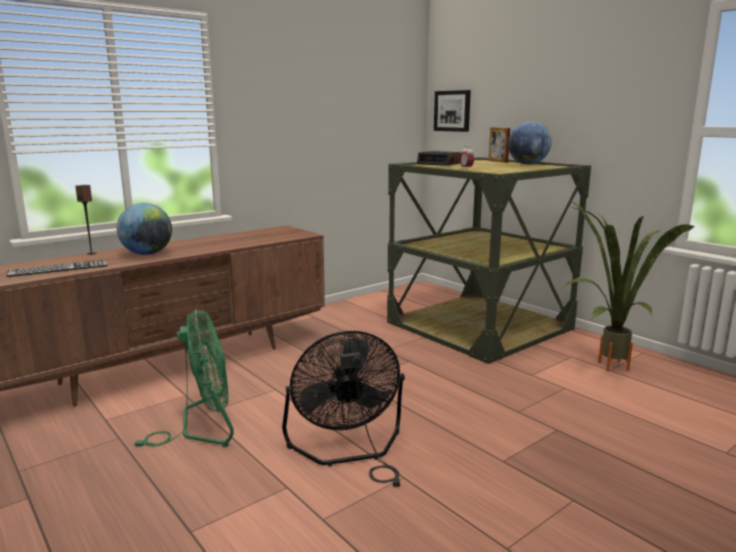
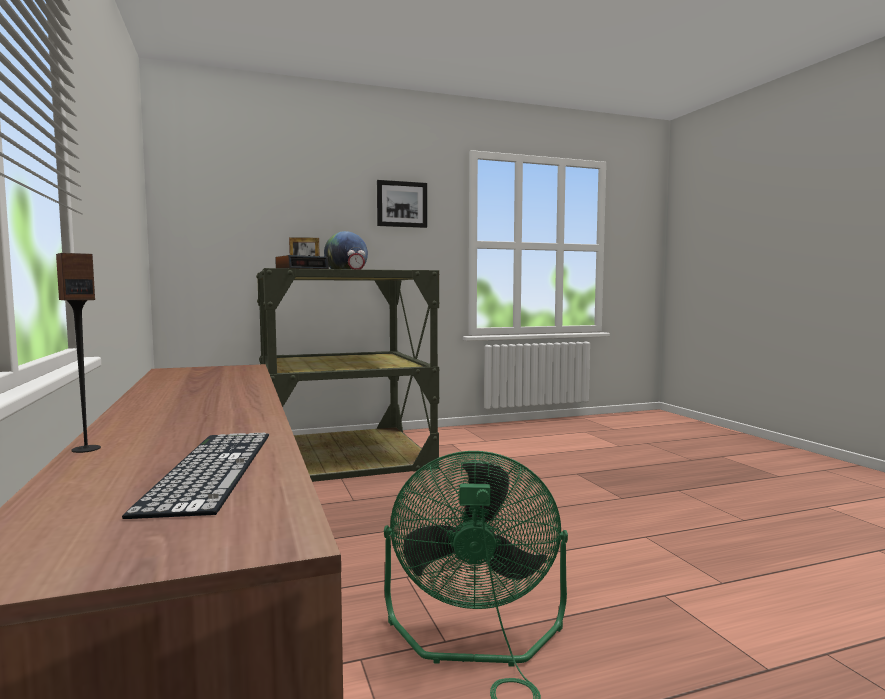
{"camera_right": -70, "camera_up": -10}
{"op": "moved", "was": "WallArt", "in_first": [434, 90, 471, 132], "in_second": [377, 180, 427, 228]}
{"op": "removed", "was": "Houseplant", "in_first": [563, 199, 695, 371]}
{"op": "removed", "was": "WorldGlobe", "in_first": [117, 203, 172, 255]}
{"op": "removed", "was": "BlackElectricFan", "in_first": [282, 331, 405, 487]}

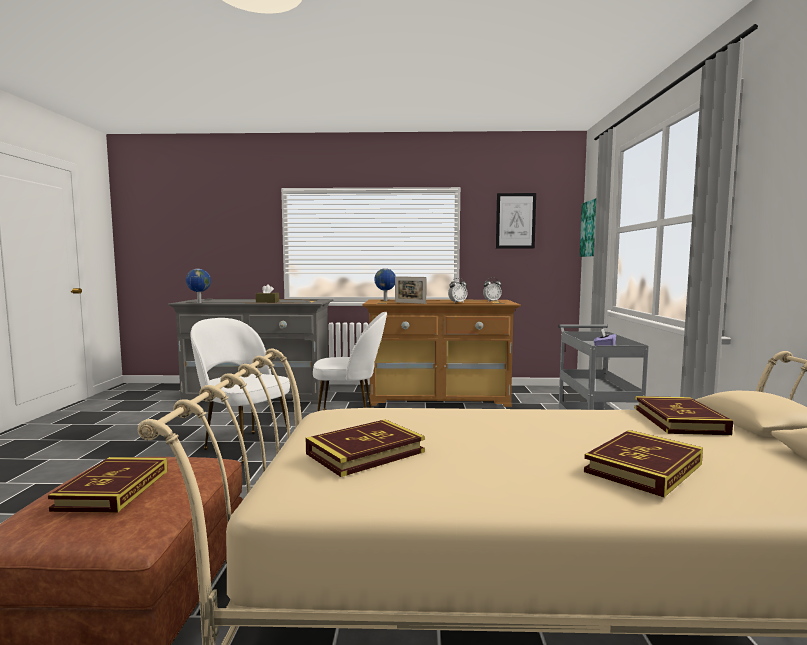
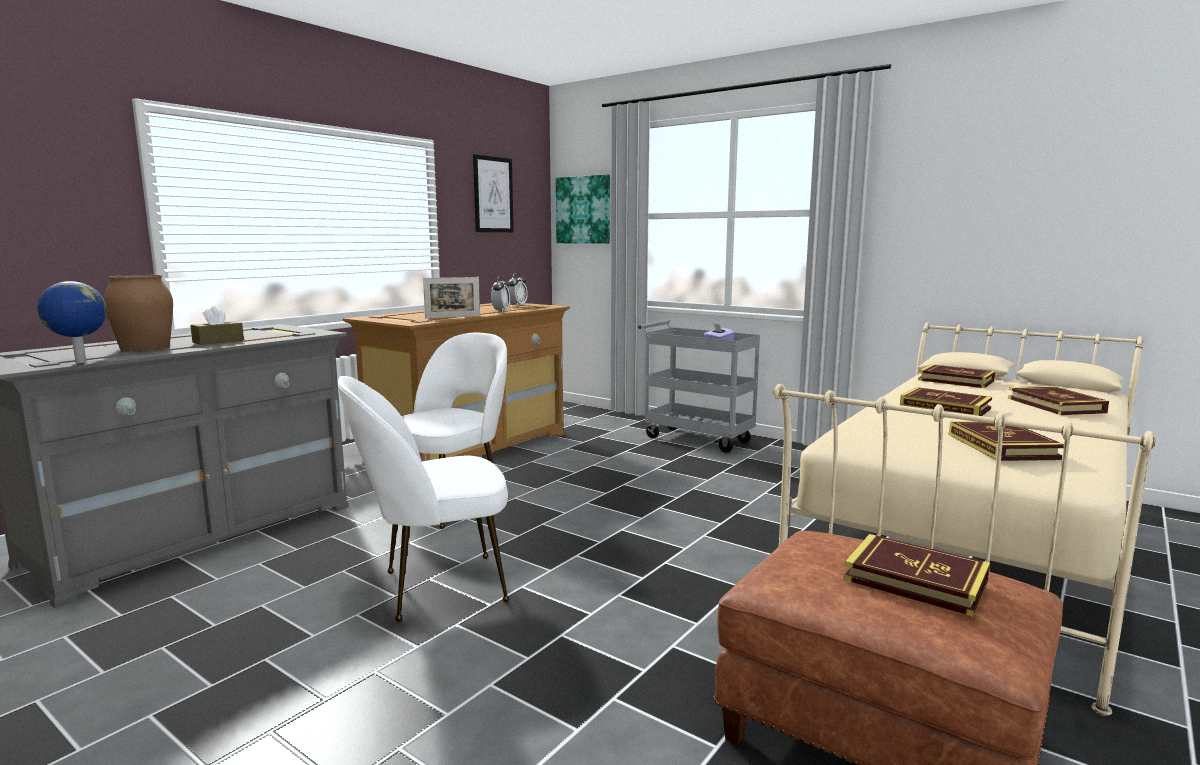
{"camera_right": -55, "camera_up": 5}
{"op": "removed", "was": "WorldGlobe", "in_first": [374, 268, 395, 301]}
{"op": "added", "now": "BrownFlowerVase", "in_second": [104, 275, 173, 351]}
{"op": "added", "now": "Book", "in_second": [900, 387, 992, 416]}

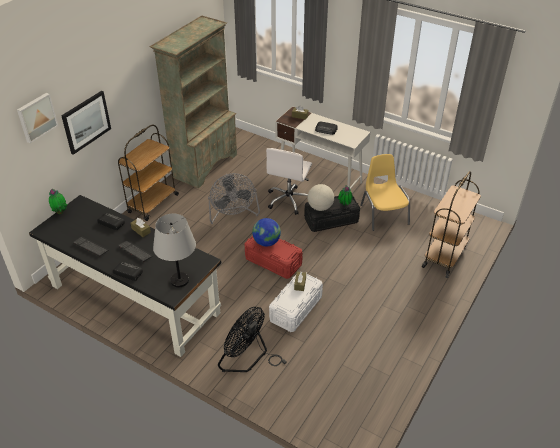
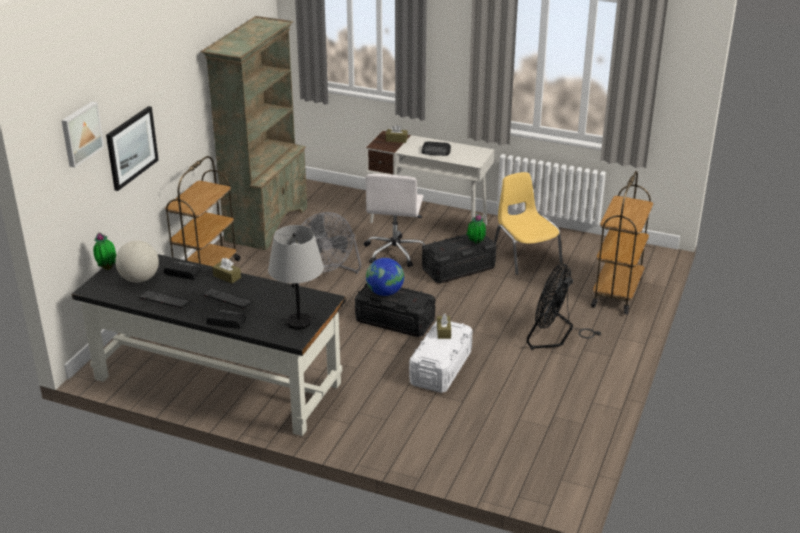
{"camera_right": -10, "camera_up": -10}
{"op": "moved", "was": "WorldGlobe", "in_first": [308, 184, 334, 211], "in_second": [115, 241, 159, 283]}
{"op": "recoloured", "was": "RedColouredStorageBin", "now": "BlackStorageBin", "in_first": [244, 235, 303, 279], "in_second": [355, 283, 435, 337]}
{"op": "moved", "was": "BlackElectricFan", "in_first": [218, 307, 287, 372], "in_second": [527, 264, 601, 350]}

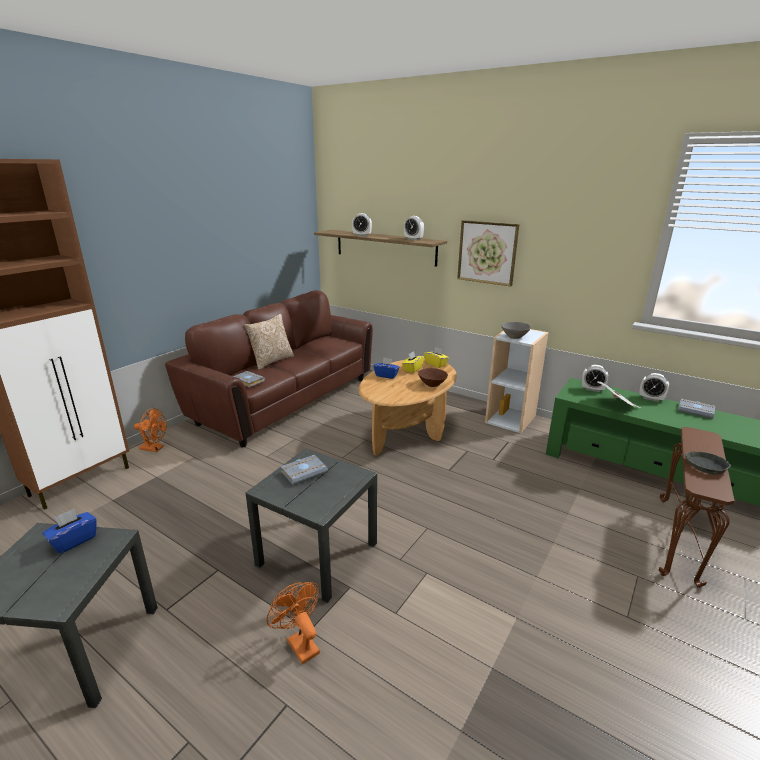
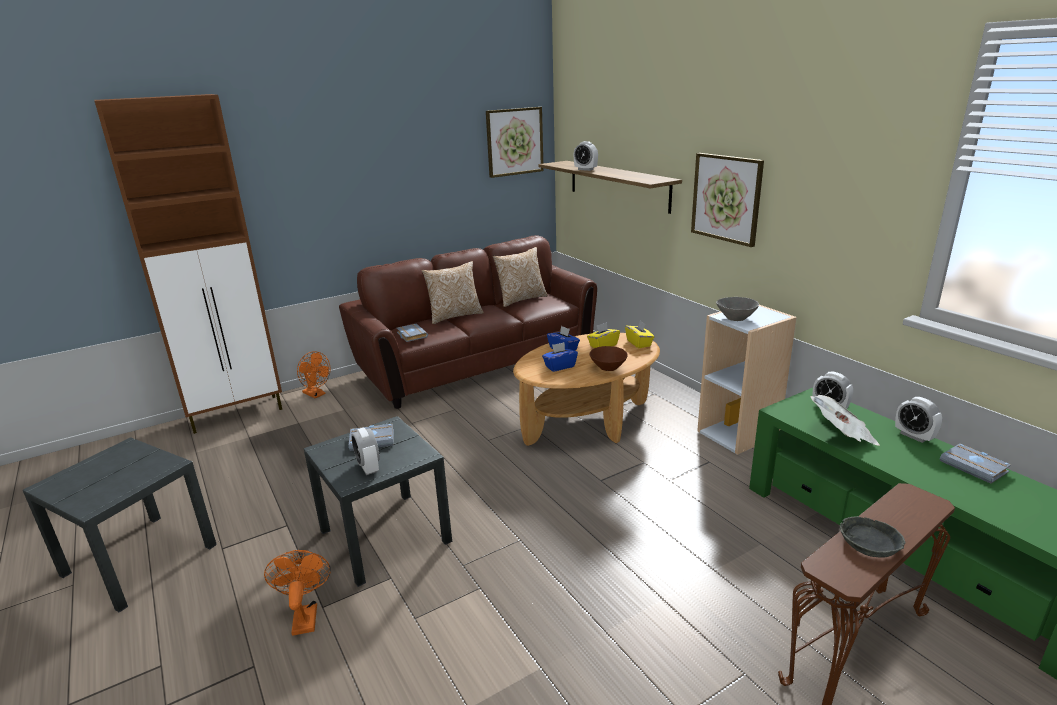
{"camera_right": 25, "camera_up": 0}
{"op": "moved", "was": "BedsideClock", "in_first": [404, 216, 424, 240], "in_second": [351, 428, 380, 475]}
{"op": "moved", "was": "BluishTissueHolder", "in_first": [42, 508, 97, 554], "in_second": [542, 342, 578, 372]}
{"op": "added", "now": "WallArt", "in_second": [486, 107, 544, 178]}
{"op": "added", "now": "ThrowPillow", "in_second": [493, 247, 548, 307]}

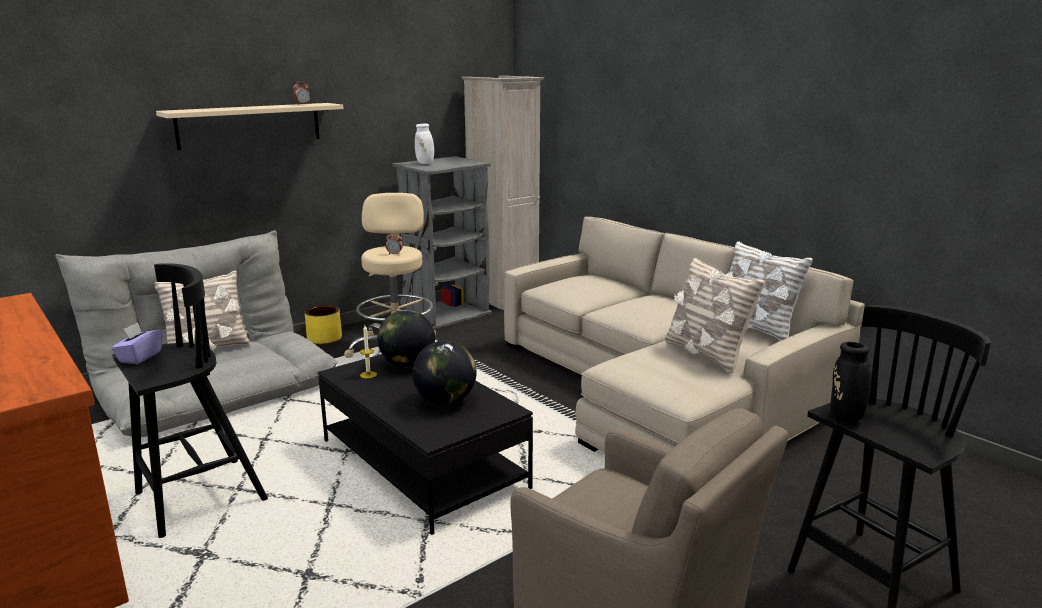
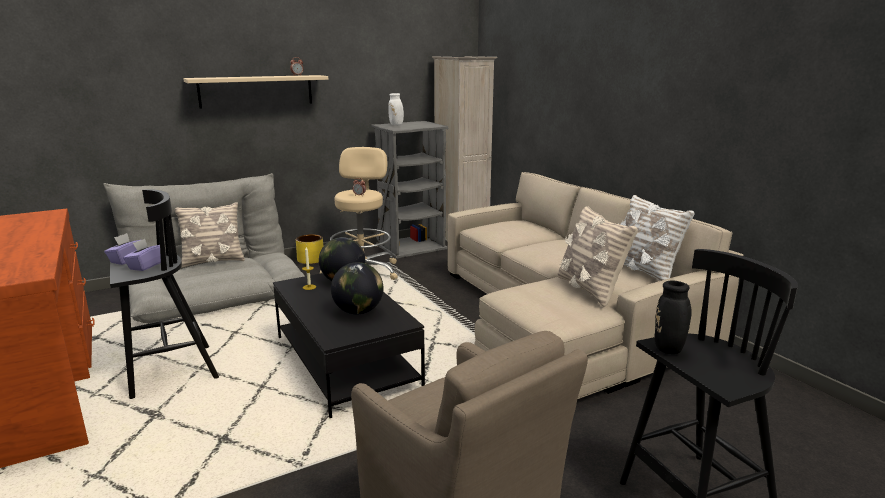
{"camera_right": 10, "camera_up": 0}
{"op": "added", "now": "PurplishTissueHolder", "in_second": [123, 239, 161, 271]}

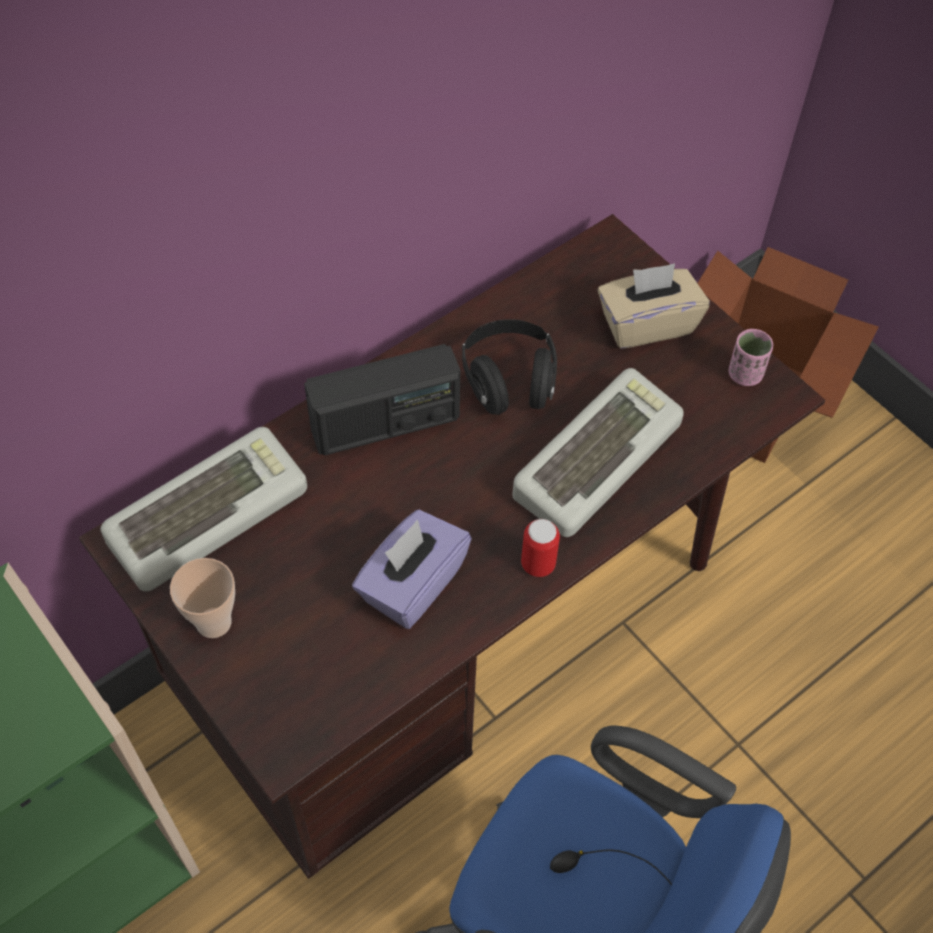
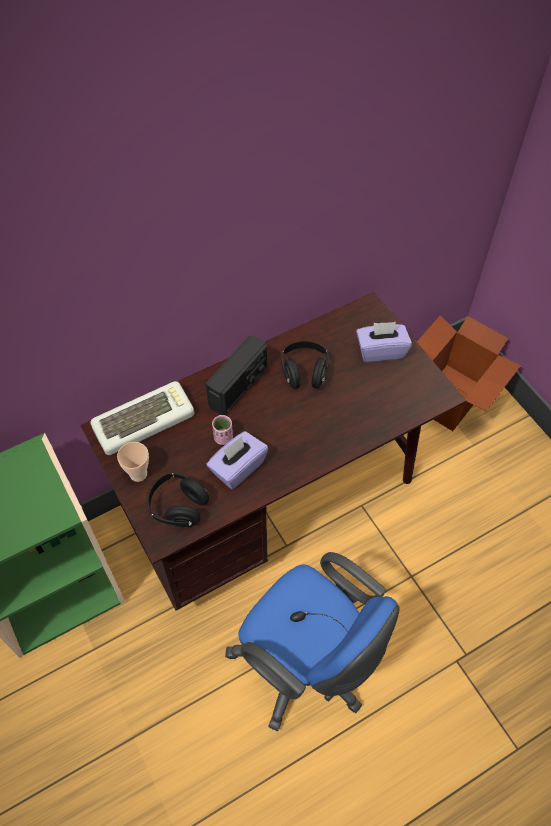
{"camera_right": 10, "camera_up": 0}
{"op": "recoloured", "was": "BeigeColouredTissueHolder", "now": "PurplishTissueHolder", "in_first": [598, 263, 710, 349], "in_second": [356, 322, 412, 362]}
{"op": "moved", "was": "PinkColouredSmallCup", "in_first": [729, 329, 773, 386], "in_second": [212, 415, 233, 445]}
{"op": "turned", "was": "RadioReceiver", "in_first": [304, 344, 460, 455], "in_second": [205, 335, 267, 415], "clockwise": -45}
{"op": "removed", "was": "PcKeyboard", "in_first": [512, 368, 684, 537]}
{"op": "removed", "was": "Can", "in_first": [521, 519, 560, 577]}
{"op": "added", "now": "BlackHeadset", "in_second": [146, 473, 210, 527]}

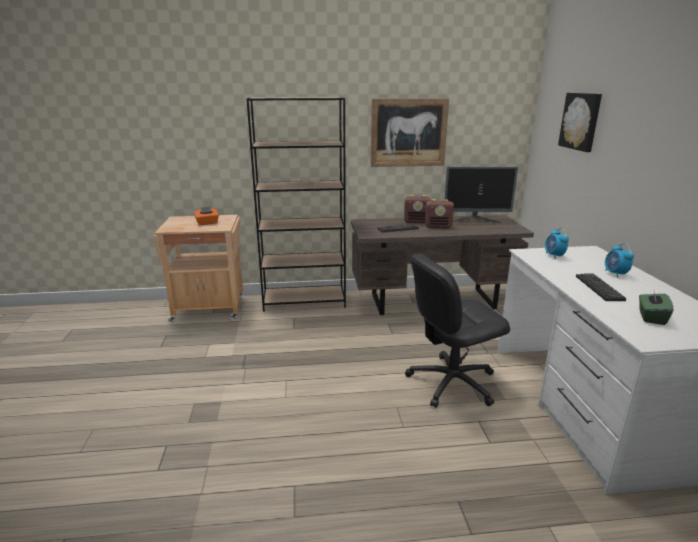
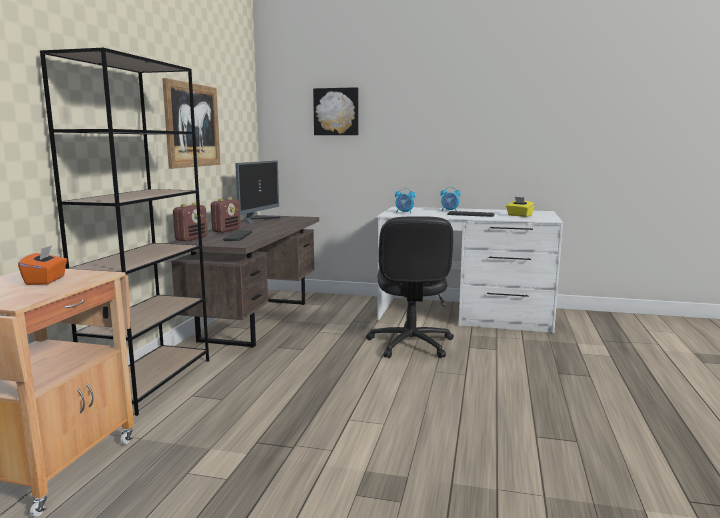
{"camera_right": -70, "camera_up": -10}
{"op": "moved", "was": "RadioReceiver", "in_first": [425, 199, 454, 228], "in_second": [173, 202, 207, 242]}
{"op": "recoloured", "was": "GreenishTissueHolder", "now": "YellowTissueHolder", "in_first": [639, 288, 673, 325], "in_second": [506, 197, 535, 217]}

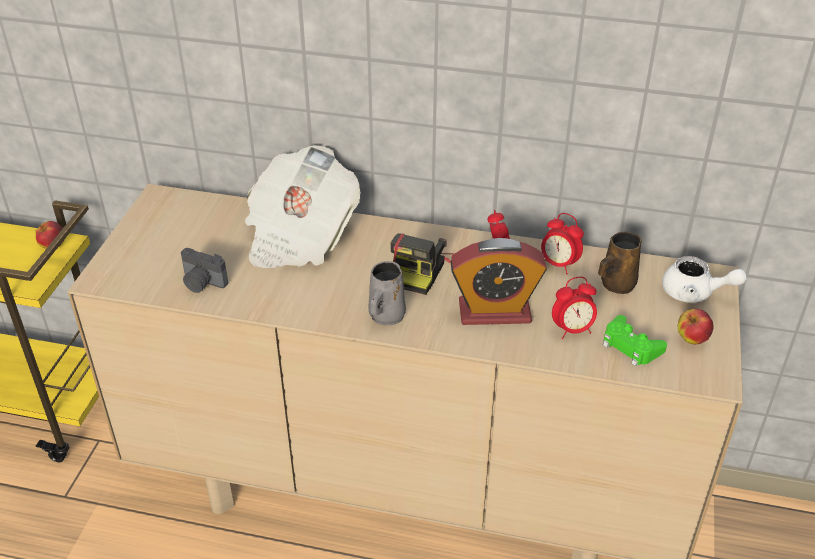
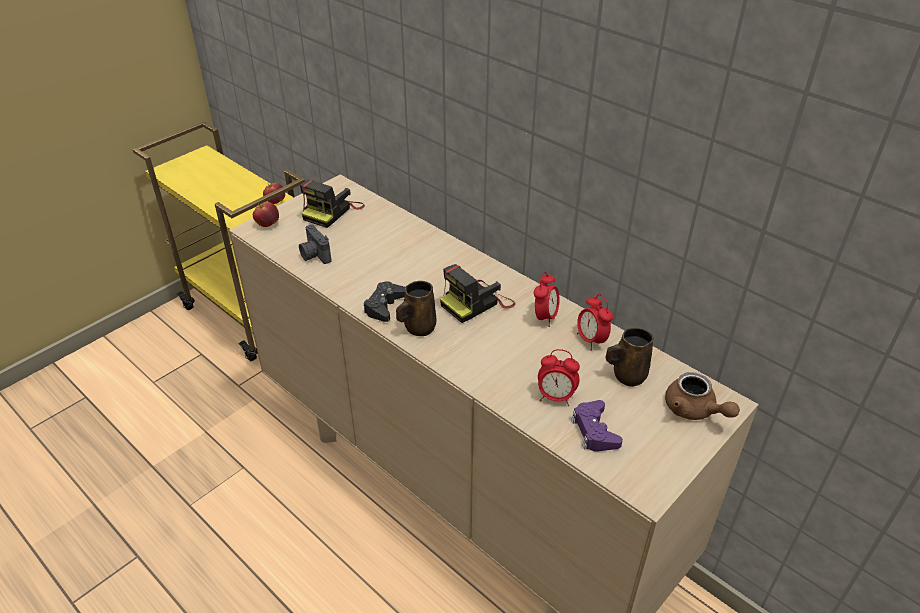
{"camera_right": 30, "camera_up": 0}
{"op": "removed", "was": "PrintedPaper", "in_first": [245, 145, 361, 268]}
{"op": "removed", "was": "BedsideClock", "in_first": [451, 238, 547, 325]}
{"op": "recoloured", "was": "WhiteTeaPot", "now": "BrownTeaPot", "in_first": [662, 256, 747, 303], "in_second": [665, 372, 740, 420]}
{"op": "recoloured", "was": "GreyCoffeeMug", "now": "BrownCoffeeMug", "in_first": [369, 261, 406, 325], "in_second": [396, 281, 436, 336]}
{"op": "moved", "was": "Apple", "in_first": [678, 309, 714, 344], "in_second": [253, 202, 279, 227]}
{"op": "recoloured", "was": "GreenishGamepad", "now": "PurplishGamepad", "in_first": [603, 315, 667, 366], "in_second": [571, 400, 623, 452]}
{"op": "added", "now": "PhotoCamera", "in_second": [300, 180, 365, 228]}
{"op": "added", "now": "BlackGamepad", "in_second": [364, 281, 405, 322]}

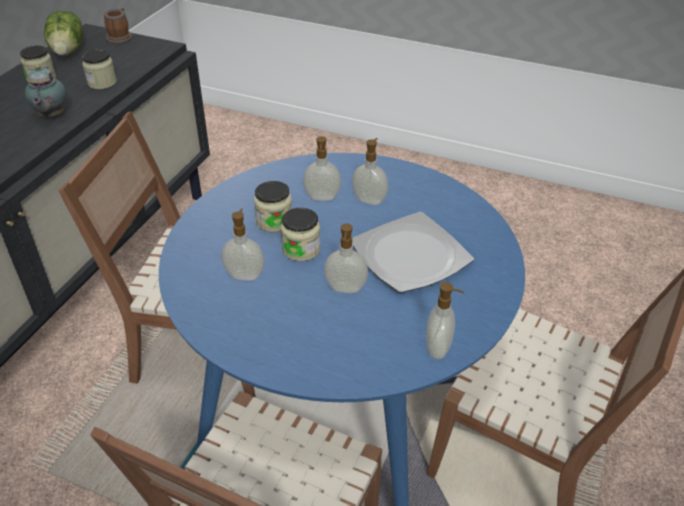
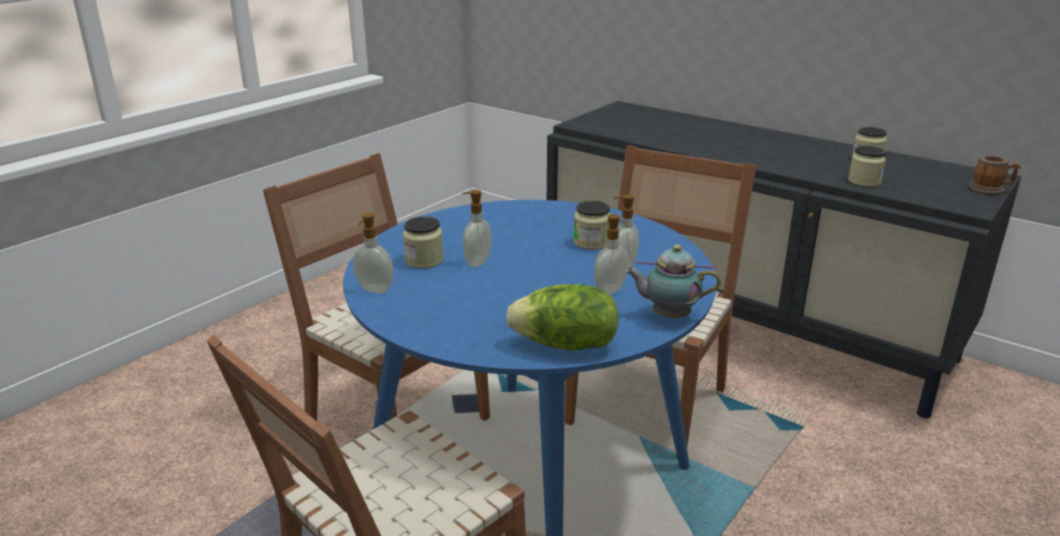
{"camera_right": 105, "camera_up": -15}
{"op": "moved", "was": "Lettuce", "in_first": [44, 10, 83, 56], "in_second": [506, 284, 619, 351]}
{"op": "moved", "was": "TeaPot", "in_first": [25, 65, 67, 118], "in_second": [625, 245, 721, 318]}
{"op": "removed", "was": "LiquidSoapBottle", "in_first": [221, 208, 265, 281]}
{"op": "moved", "was": "StorageJar", "in_first": [281, 208, 320, 262], "in_second": [403, 216, 443, 269]}
{"op": "removed", "was": "FlatDish", "in_first": [352, 212, 474, 293]}

